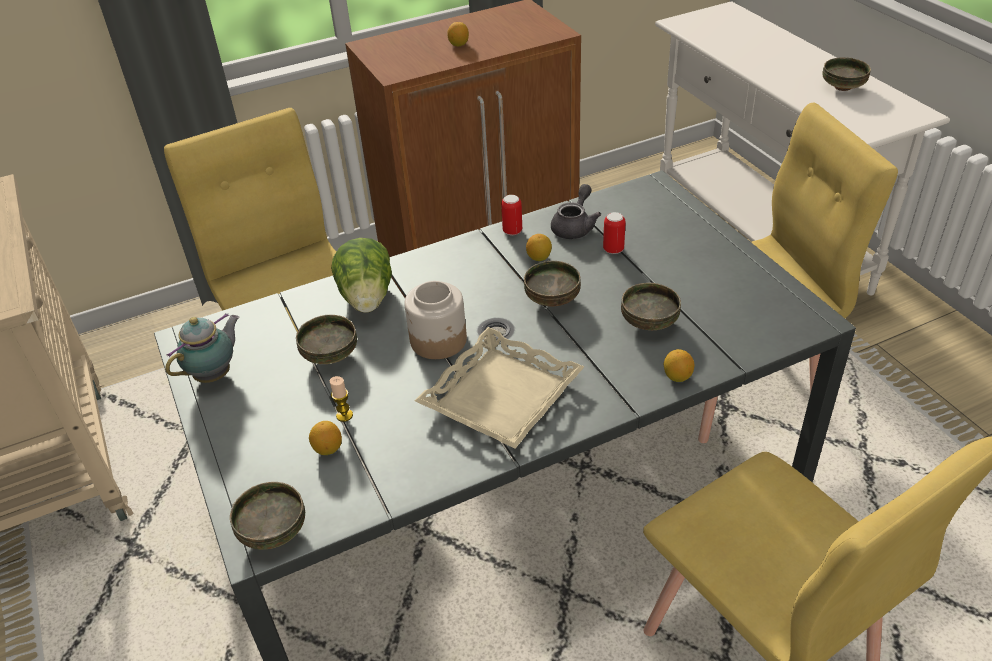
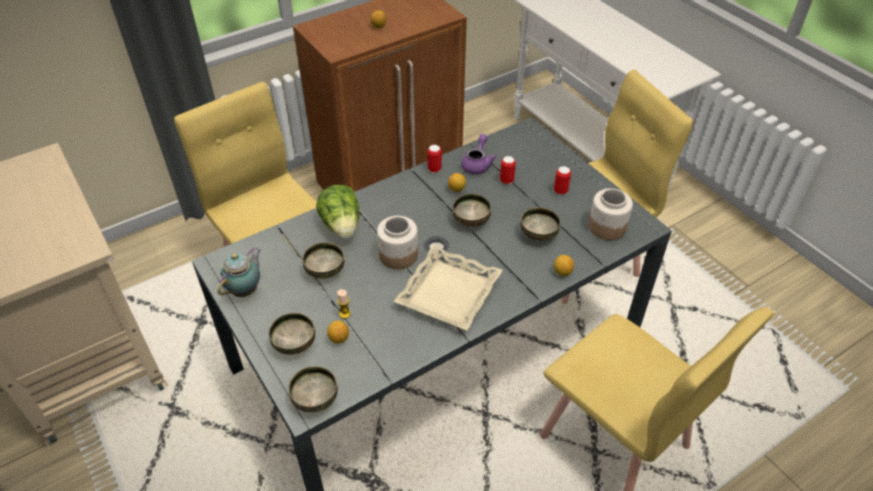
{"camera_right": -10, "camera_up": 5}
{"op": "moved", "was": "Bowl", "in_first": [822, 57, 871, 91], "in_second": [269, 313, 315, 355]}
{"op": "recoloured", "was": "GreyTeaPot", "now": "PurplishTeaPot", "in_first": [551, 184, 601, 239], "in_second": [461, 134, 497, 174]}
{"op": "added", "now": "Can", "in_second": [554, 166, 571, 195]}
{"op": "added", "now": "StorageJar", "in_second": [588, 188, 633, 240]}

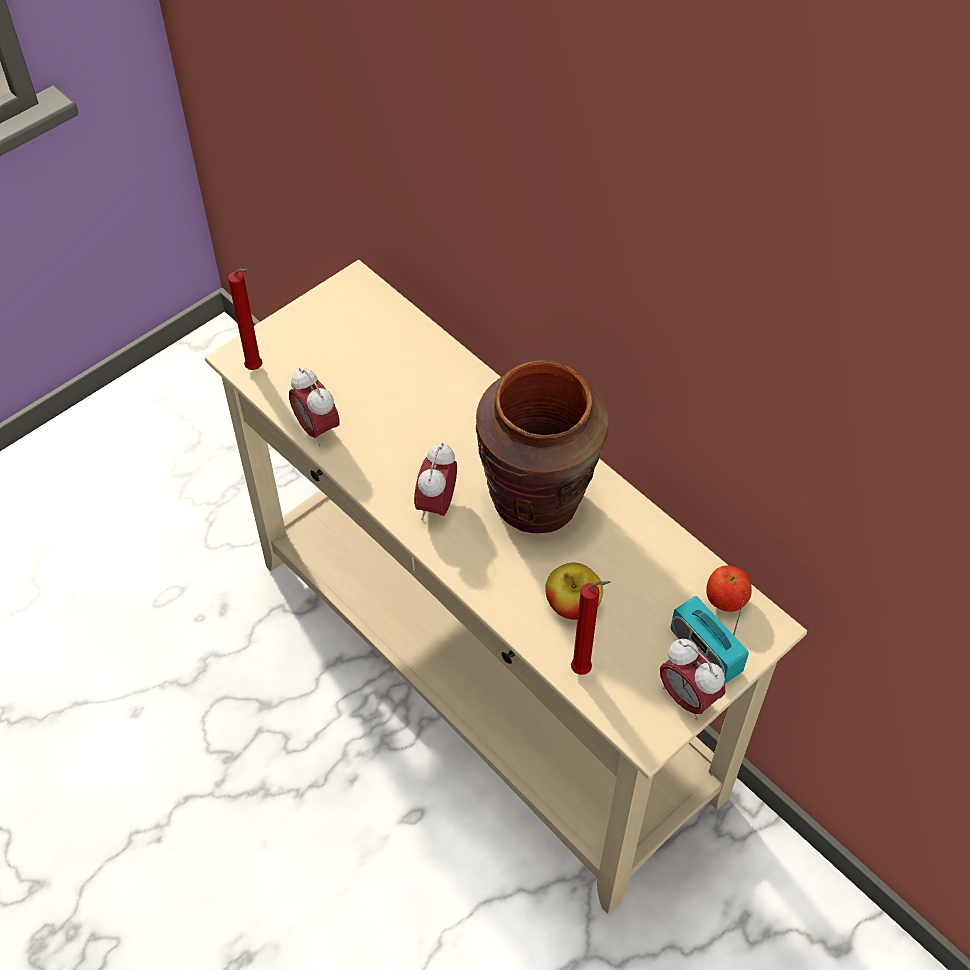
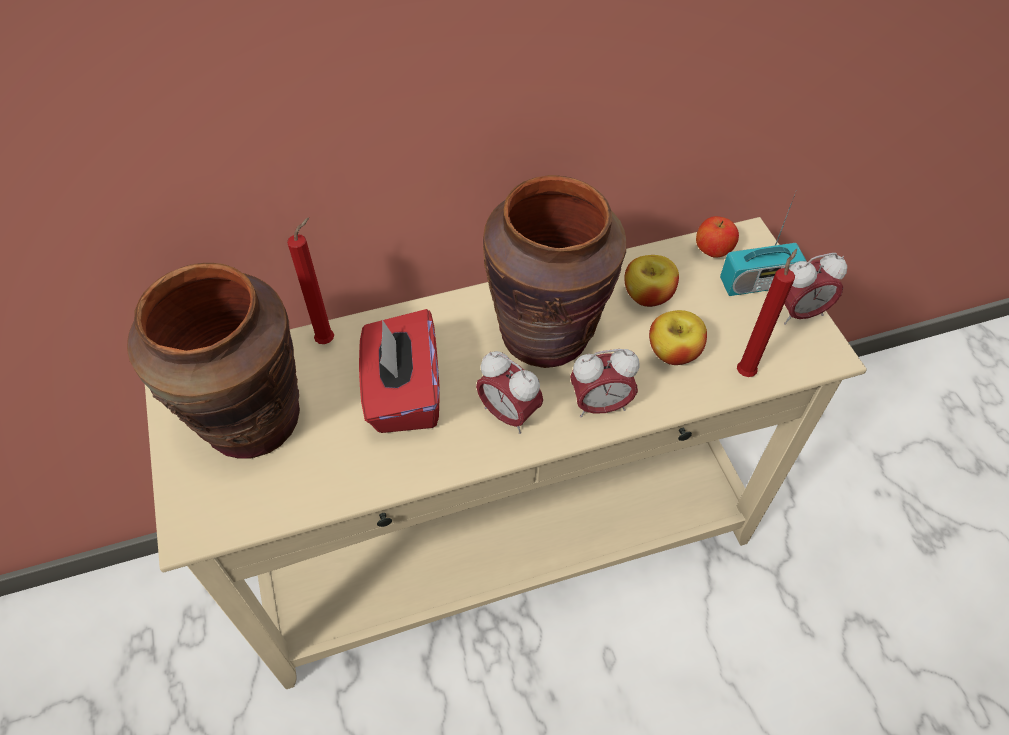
{"camera_right": -65, "camera_up": 0}
{"op": "moved", "was": "RedColouredWaxCandle", "in_first": [228, 269, 263, 370], "in_second": [287, 217, 334, 344]}
{"op": "moved", "was": "BedsideClock", "in_first": [289, 368, 340, 446], "in_second": [570, 349, 640, 417]}
{"op": "added", "now": "Apple", "in_second": [624, 255, 679, 307]}
{"op": "added", "now": "BrownFlowerVase", "in_second": [127, 263, 300, 458]}
{"op": "added", "now": "RedColouredTissueHolder", "in_second": [359, 309, 440, 433]}

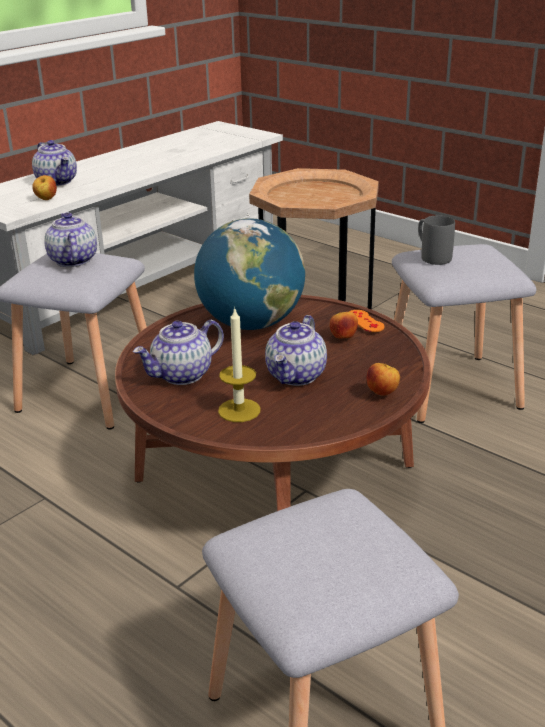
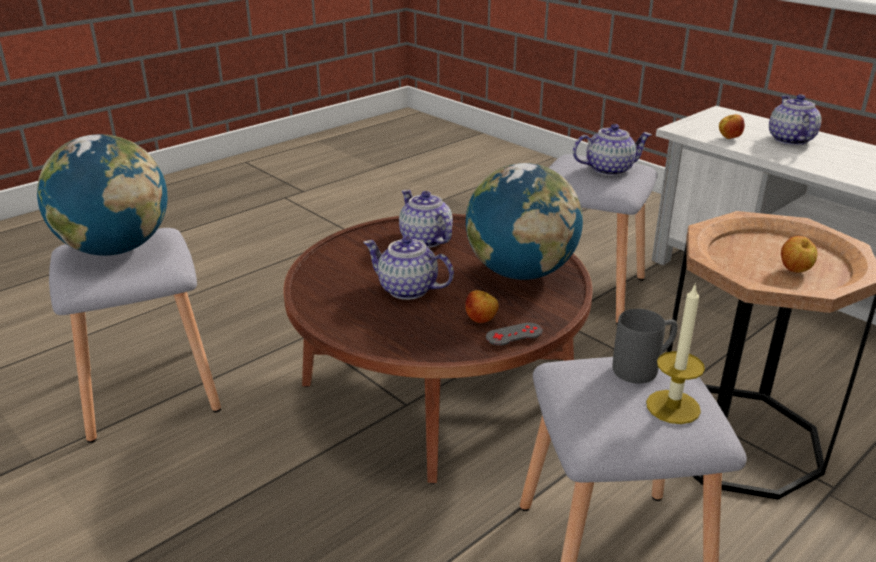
{"camera_right": 95, "camera_up": 0}
{"op": "turned", "was": "TeaPot", "in_first": [32, 140, 77, 186], "in_second": [769, 94, 821, 146], "clockwise": 120}
{"op": "moved", "was": "WaxCandle", "in_first": [218, 307, 261, 422], "in_second": [646, 283, 705, 424]}
{"op": "recoloured", "was": "OrangeGamepad", "now": "GreyGamepad", "in_first": [349, 310, 385, 332], "in_second": [486, 323, 543, 346]}
{"op": "moved", "was": "Apple", "in_first": [367, 363, 400, 396], "in_second": [781, 236, 818, 273]}
{"op": "added", "now": "WorldGlobe", "in_second": [37, 134, 167, 256]}

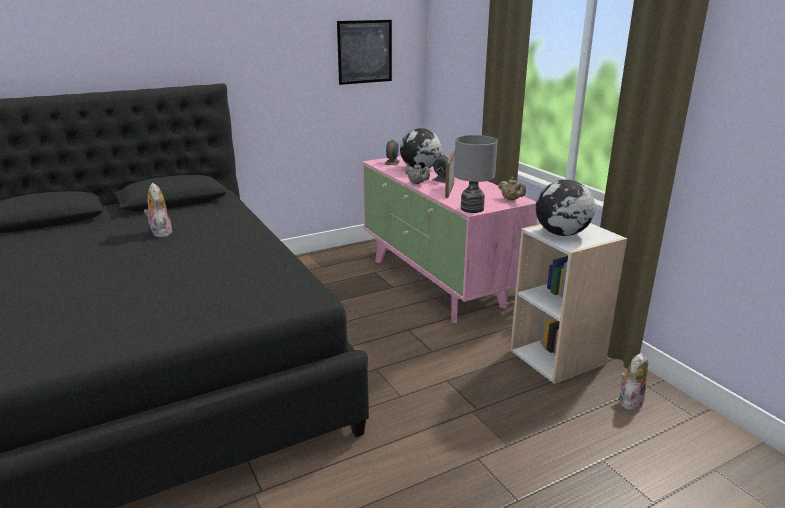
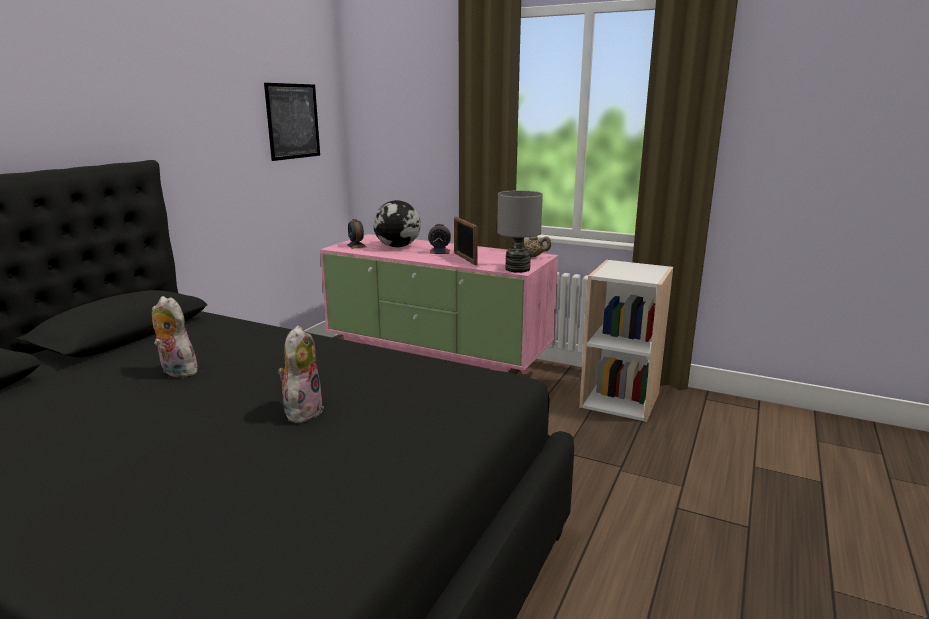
{"camera_right": -35, "camera_up": -5}
{"op": "removed", "was": "GreyTeaPot", "in_first": [405, 162, 430, 184]}
{"op": "removed", "was": "WorldGlobe", "in_first": [536, 180, 595, 236]}
{"op": "moved", "was": "CuddlyToy", "in_first": [620, 353, 648, 410], "in_second": [278, 325, 324, 423]}

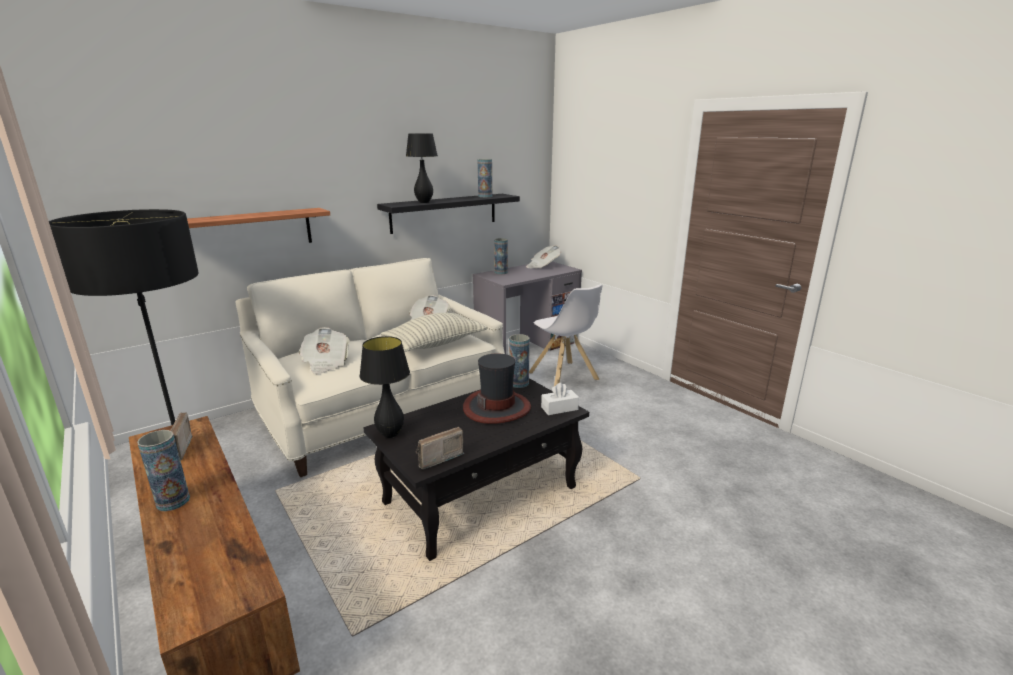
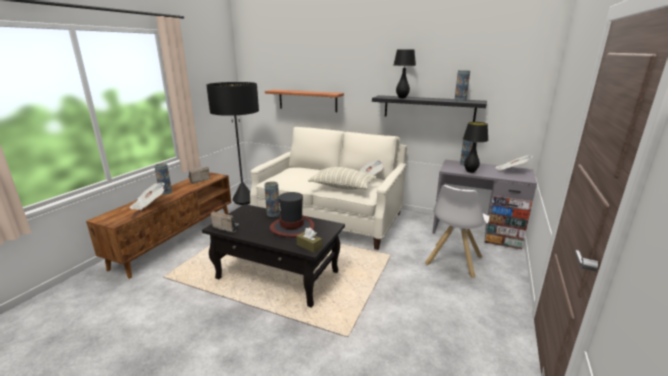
{"camera_right": 60, "camera_up": 0}
{"op": "moved", "was": "PrintedPaper", "in_first": [299, 327, 350, 374], "in_second": [130, 182, 165, 210]}
{"op": "moved", "was": "FlowerVase", "in_first": [509, 334, 530, 388], "in_second": [264, 181, 280, 217]}
{"op": "moved", "was": "BlackLampForATable", "in_first": [359, 336, 410, 438], "in_second": [463, 122, 488, 173]}
{"op": "recoloured", "was": "WhiteTissueHolder", "now": "BrownTissueHolder", "in_first": [541, 382, 579, 415], "in_second": [296, 228, 322, 253]}

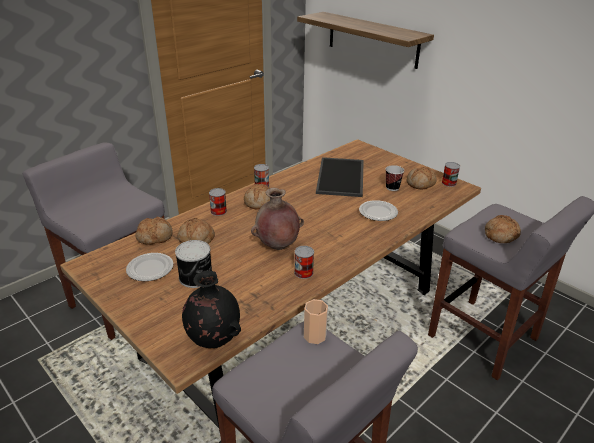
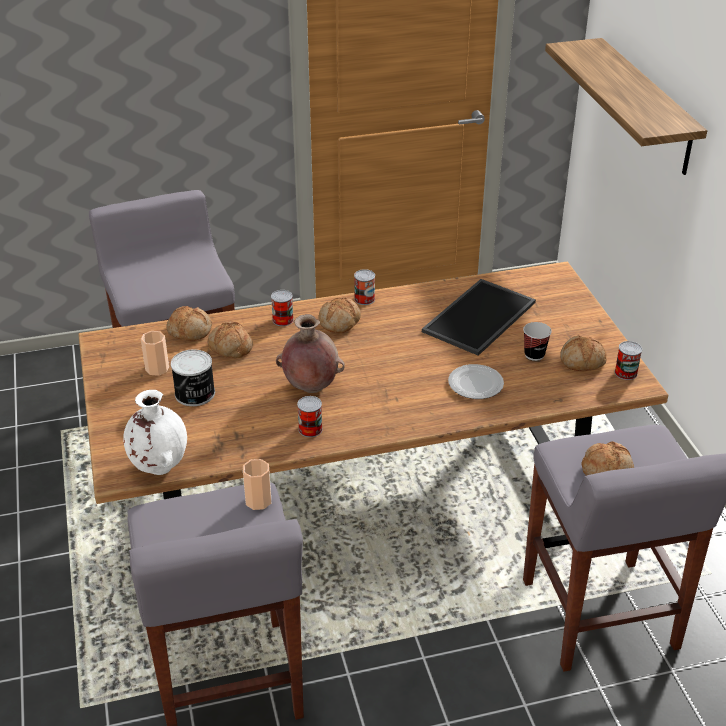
{"camera_right": 30, "camera_up": 5}
{"op": "replaced", "was": "FlatDish", "now": "SmallCup", "in_first": [126, 253, 173, 281], "in_second": [141, 331, 169, 376]}
{"op": "recoloured", "was": "BlackFlowerVase", "now": "WhiteFlowerVase", "in_first": [182, 270, 241, 348], "in_second": [123, 390, 187, 475]}

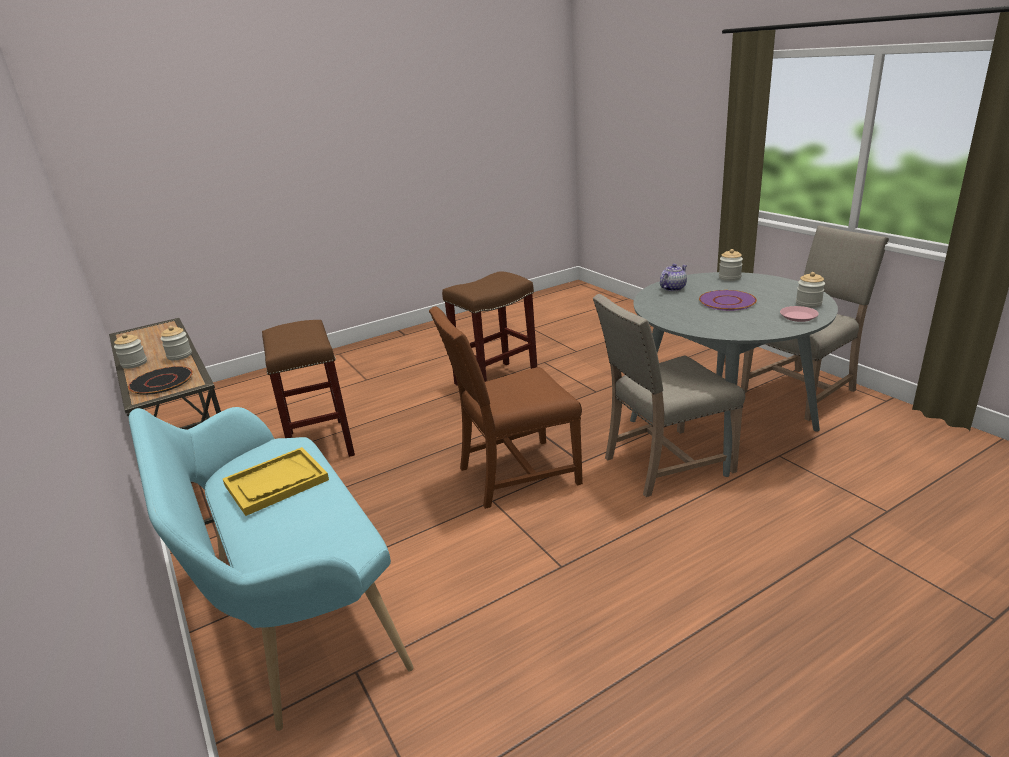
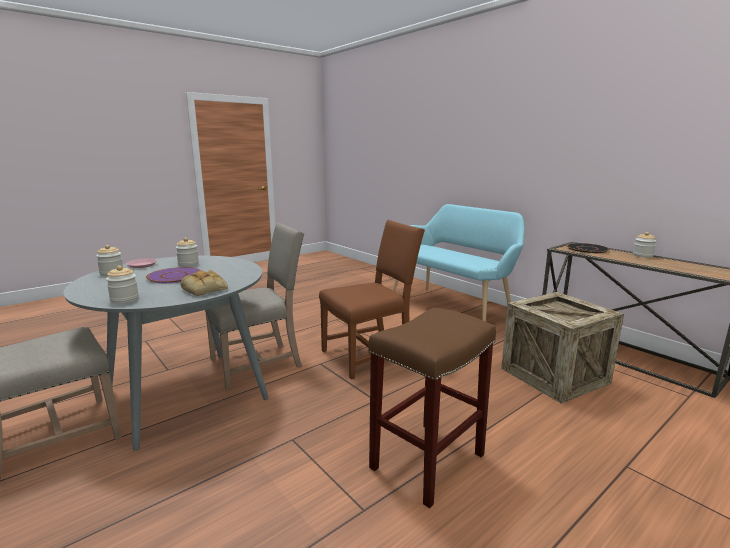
{"camera_right": 170, "camera_up": -10}
{"op": "replaced", "was": "TeaPot", "now": "BakedBread", "in_first": [660, 264, 687, 291], "in_second": [181, 270, 228, 296]}
{"op": "replaced", "was": "BrownStool", "now": "PackingCrate", "in_first": [262, 320, 355, 457], "in_second": [501, 292, 624, 404]}
{"op": "moved", "was": "StorageJar", "in_first": [161, 326, 192, 360], "in_second": [176, 238, 199, 266]}
{"op": "removed", "was": "YellowTray", "in_first": [223, 447, 329, 516]}

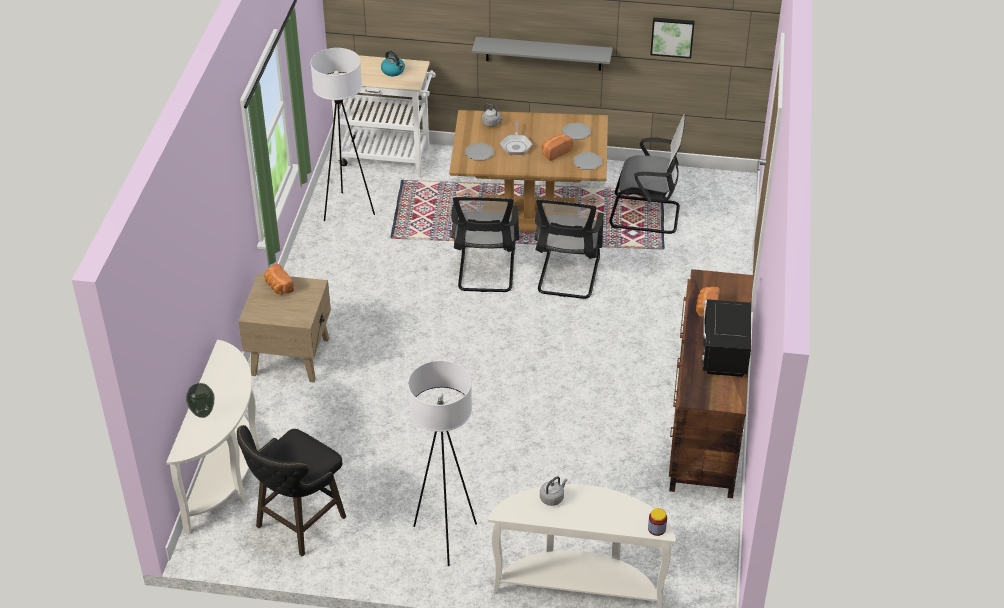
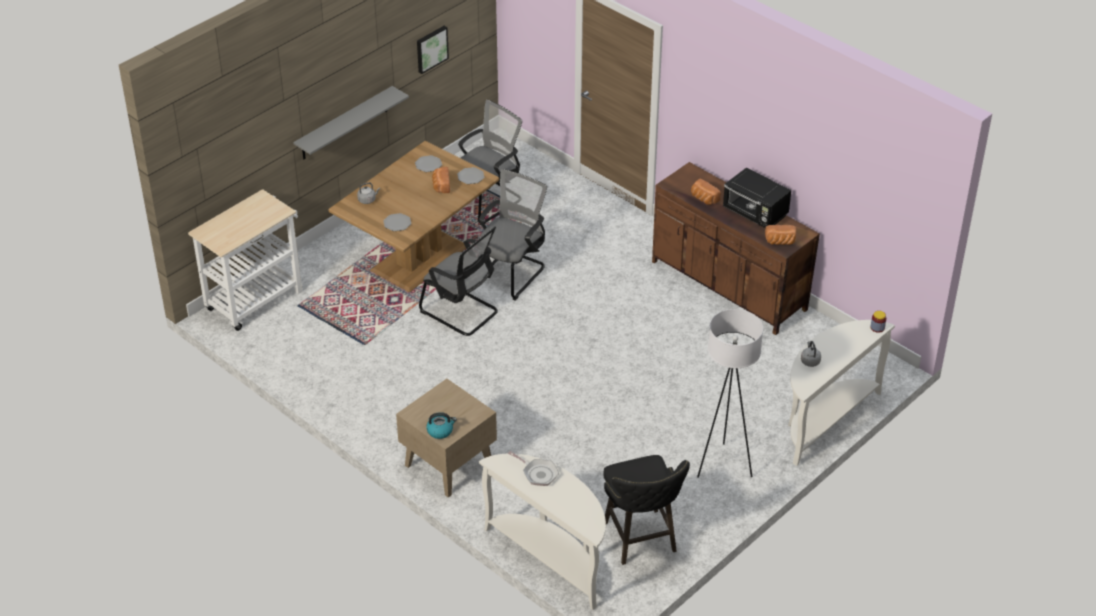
{"camera_right": -55, "camera_up": 0}
{"op": "removed", "was": "WhiteStandingLamp", "in_first": [310, 48, 375, 221]}
{"op": "moved", "was": "WaterKettle", "in_first": [381, 51, 405, 76], "in_second": [426, 412, 457, 439]}
{"op": "moved", "was": "FryingPan", "in_first": [500, 120, 532, 155], "in_second": [508, 451, 559, 486]}
{"op": "turned", "was": "UprightChair", "in_first": [534, 199, 604, 299], "in_second": [478, 169, 547, 301], "clockwise": -105}
{"op": "moved", "was": "BakedBread", "in_first": [264, 264, 294, 294], "in_second": [765, 225, 796, 245]}
{"op": "removed", "was": "FlowerVase", "in_first": [186, 383, 215, 418]}

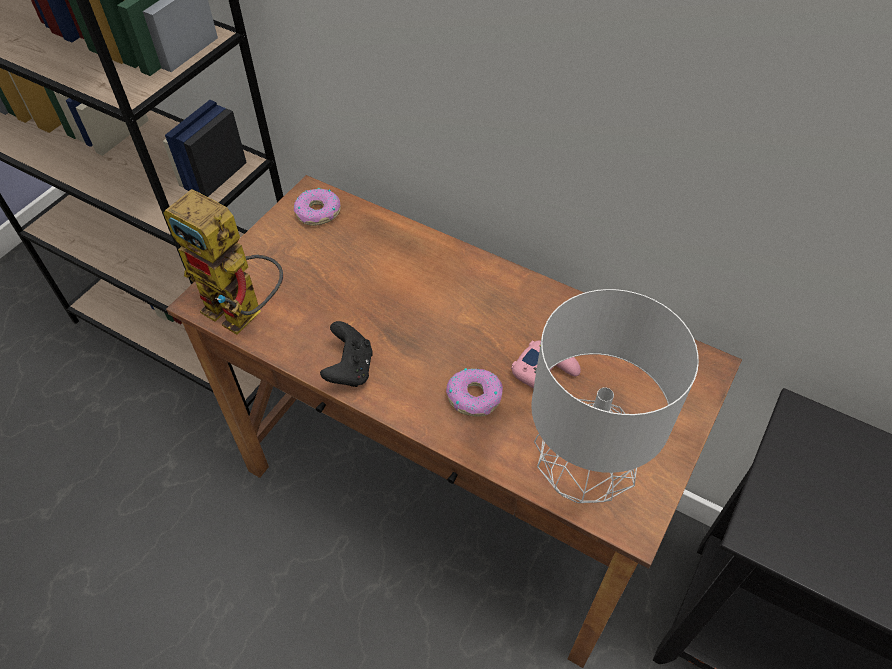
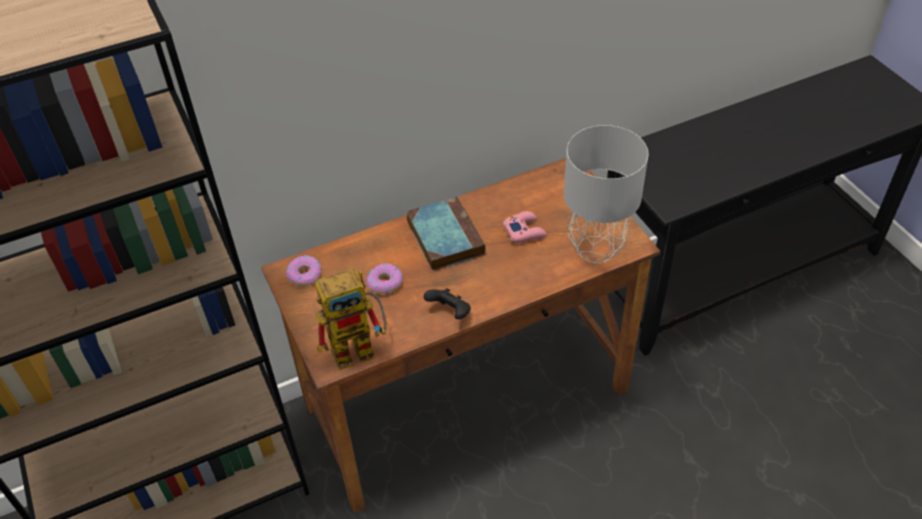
{"camera_right": -55, "camera_up": -5}
{"op": "moved", "was": "RingDoughnut", "in_first": [446, 368, 503, 417], "in_second": [366, 263, 403, 295]}
{"op": "added", "now": "Book", "in_second": [407, 197, 485, 271]}

